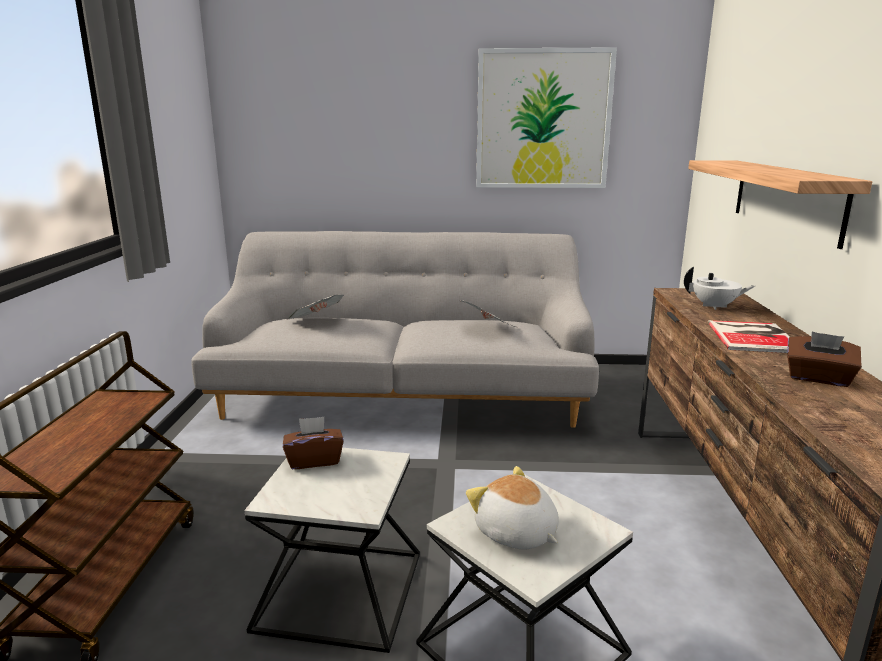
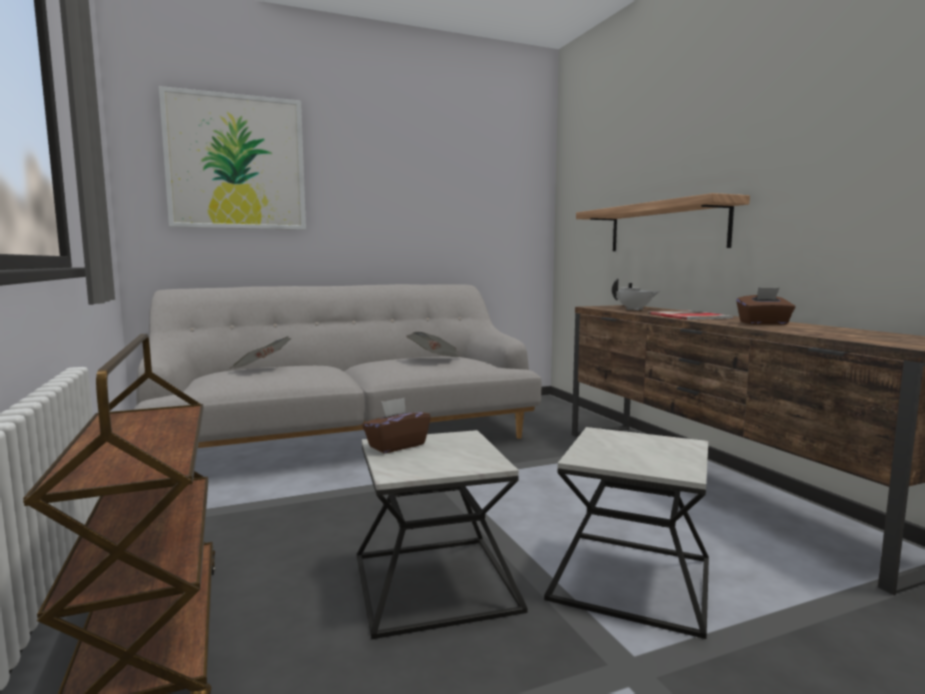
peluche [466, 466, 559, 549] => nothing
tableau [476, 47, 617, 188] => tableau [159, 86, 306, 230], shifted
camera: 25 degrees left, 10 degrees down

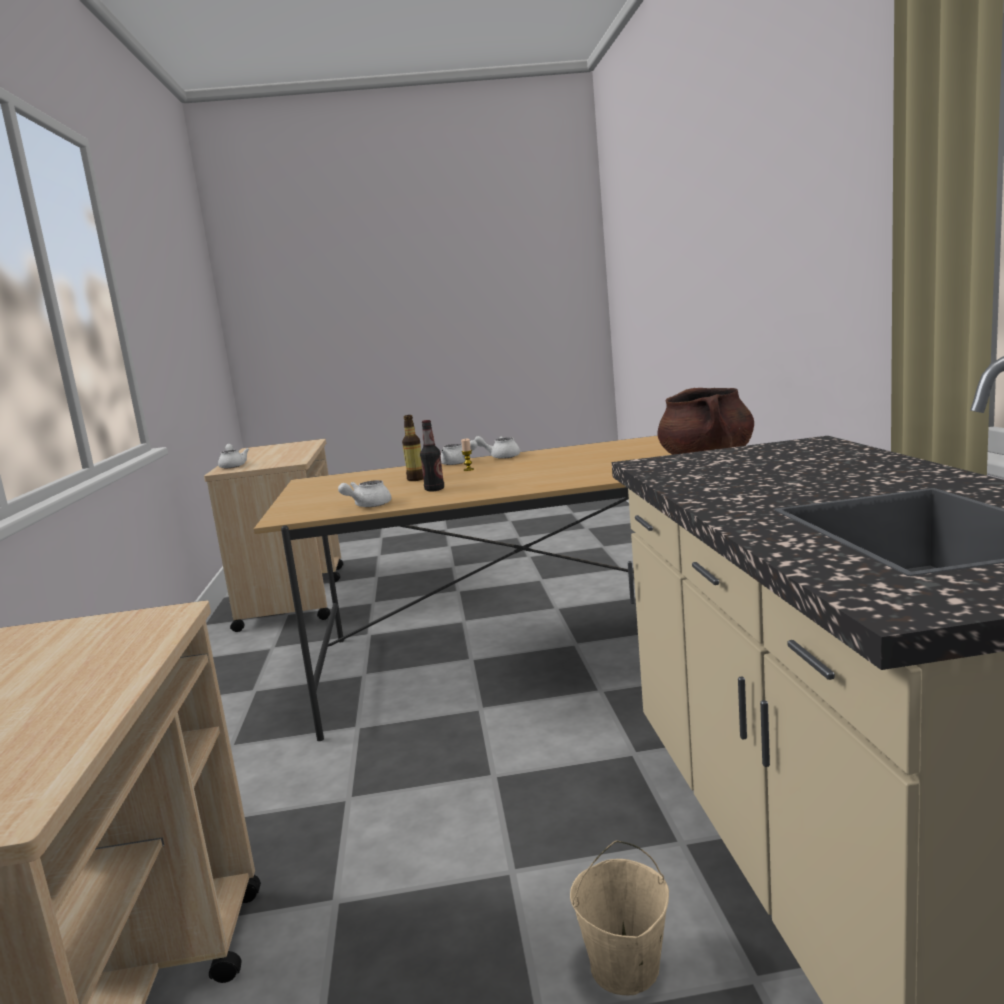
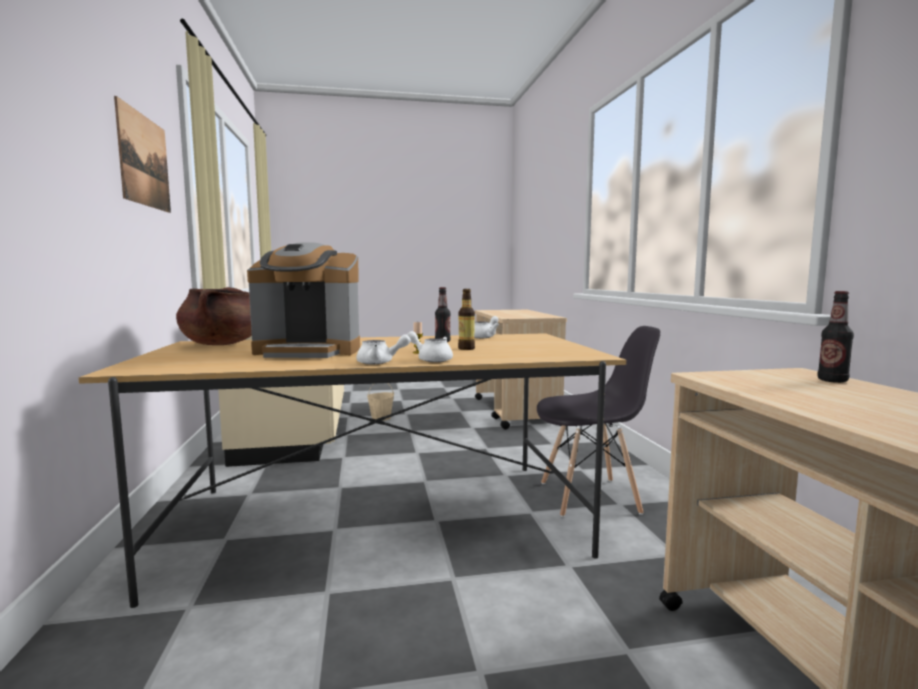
nothing => tableau [114, 96, 171, 213]
nothing => machine à café [247, 242, 360, 358]
nothing => chaise (gris) [537, 326, 661, 517]
théière (blanc) [218, 444, 249, 468] => bouteille [818, 291, 854, 383]
camera: 175 degrees right, 5 degrees down

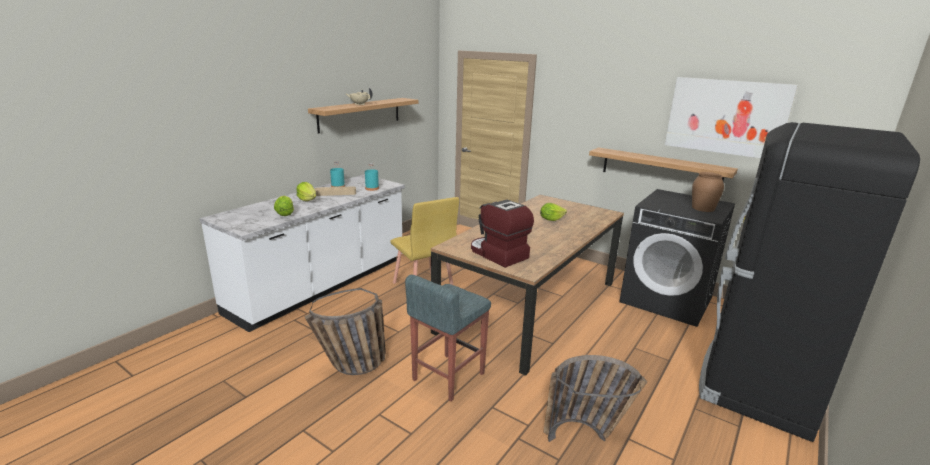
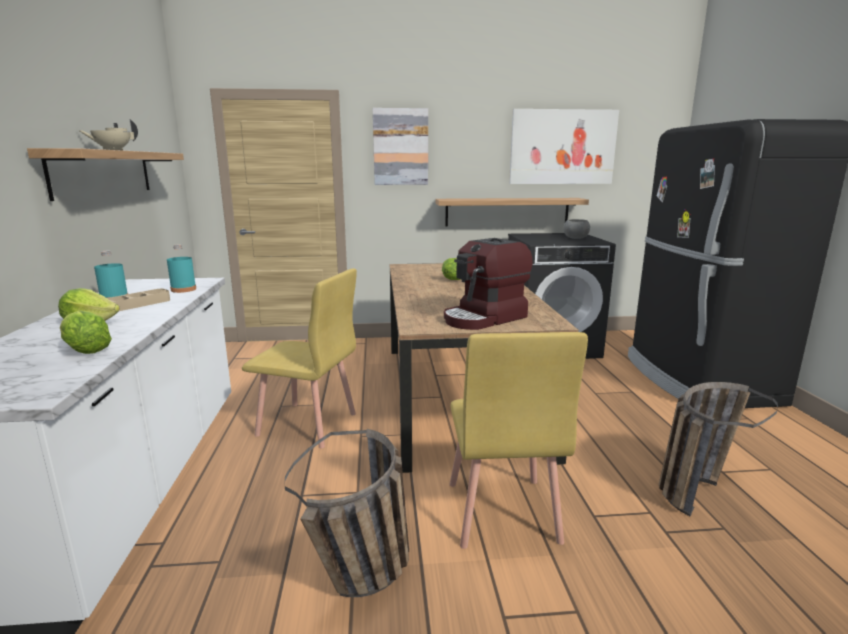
nothing => tableau [373, 108, 428, 185]
tabouret (gris) [405, 275, 491, 402] => chaise (jaune) [449, 332, 588, 549]
vase (marron) [692, 172, 724, 212] => bol (gris) [563, 219, 590, 239]
machine à café [471, 200, 534, 268] => machine à café [444, 238, 533, 330], 45 degrees counterclockwise
camera: 40 degrees left, 5 degrees down

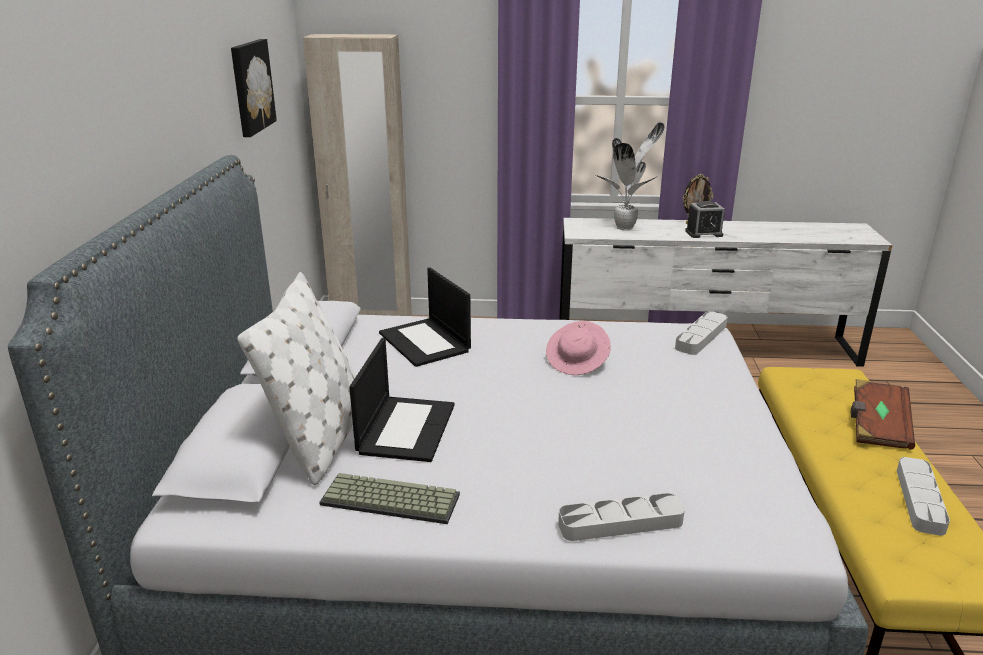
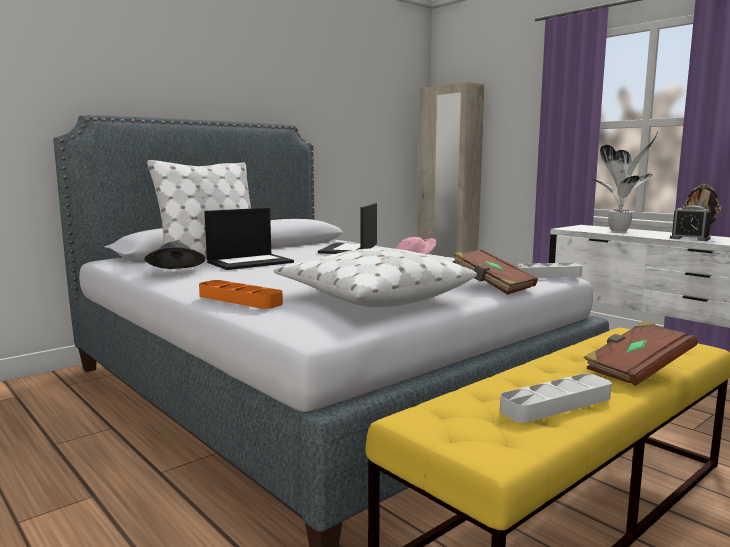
tableau [231, 39, 277, 137] => nothing
nothing => coussin (blanc) [274, 248, 477, 307]
nothing => livre (marron) [453, 249, 538, 295]
clavier [319, 473, 460, 524] => chapeau (gris) [144, 241, 205, 269]
plateau (gris) [558, 493, 685, 541] => plateau (orange) [199, 280, 283, 309]
camera: 45 degrees right, 15 degrees down

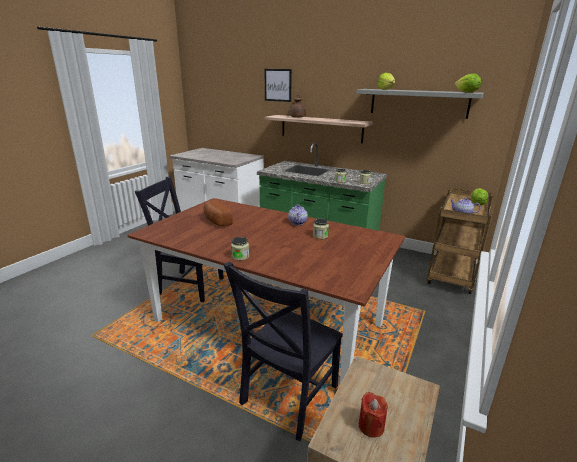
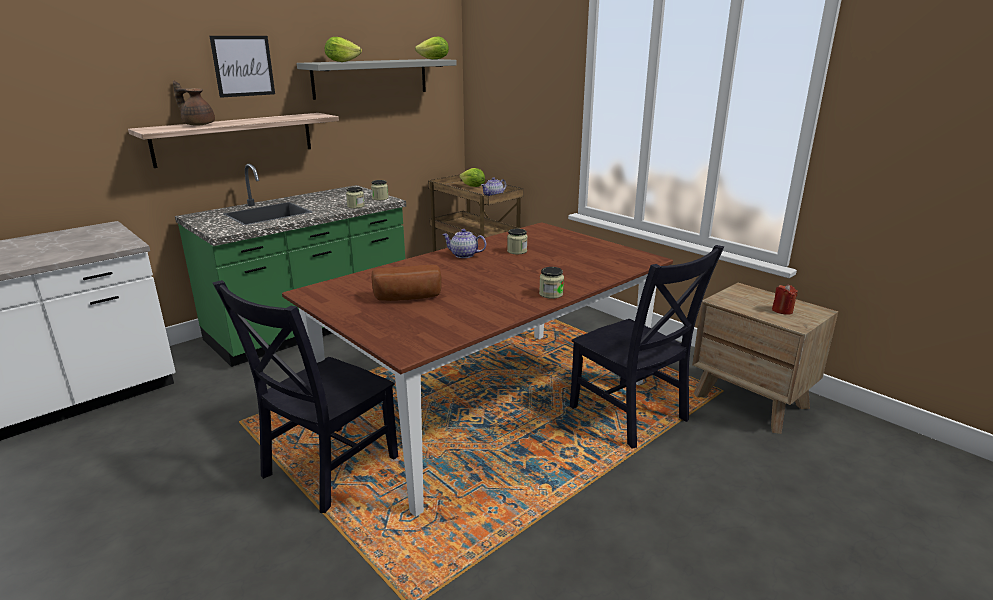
tableau [265, 69, 292, 102] => tableau [210, 36, 275, 98], shifted
camera: 70 degrees left, 0 degrees up

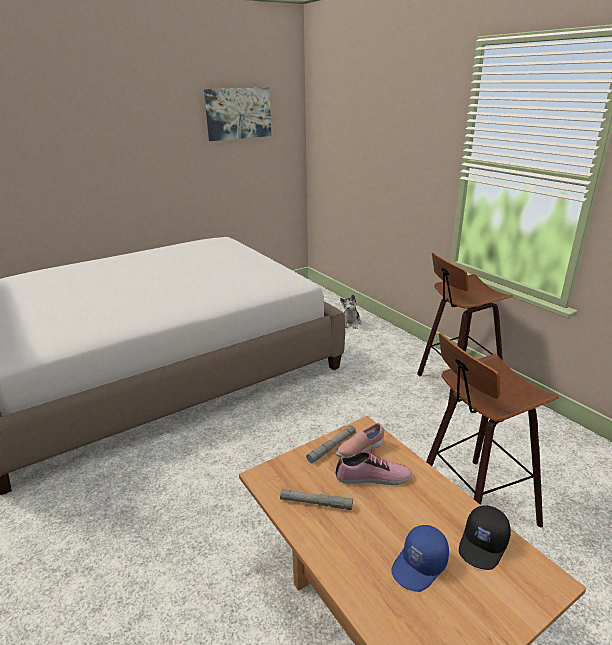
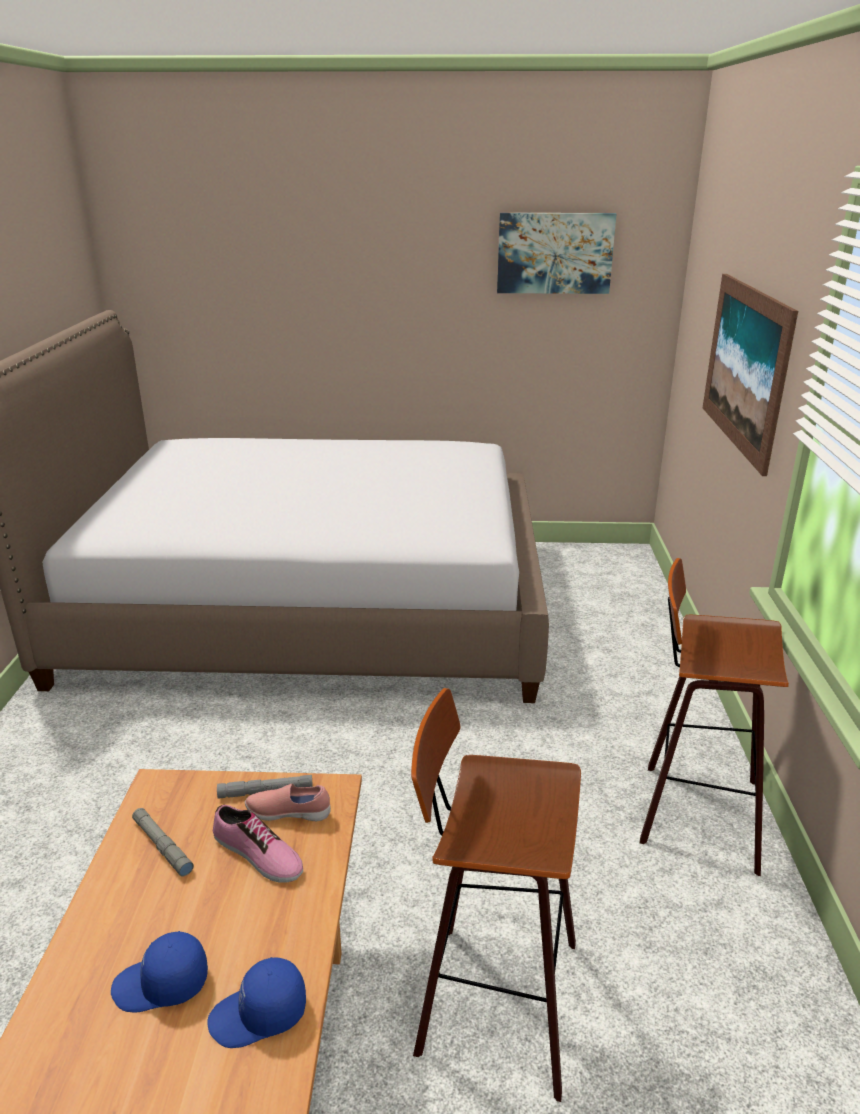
peluche [340, 294, 361, 329] => nothing
nothing => tableau [703, 274, 798, 476]
casquette (noir) [459, 505, 511, 570] => casquette (bleu) [208, 957, 306, 1048]
camera: 35 degrees right, 0 degrees up

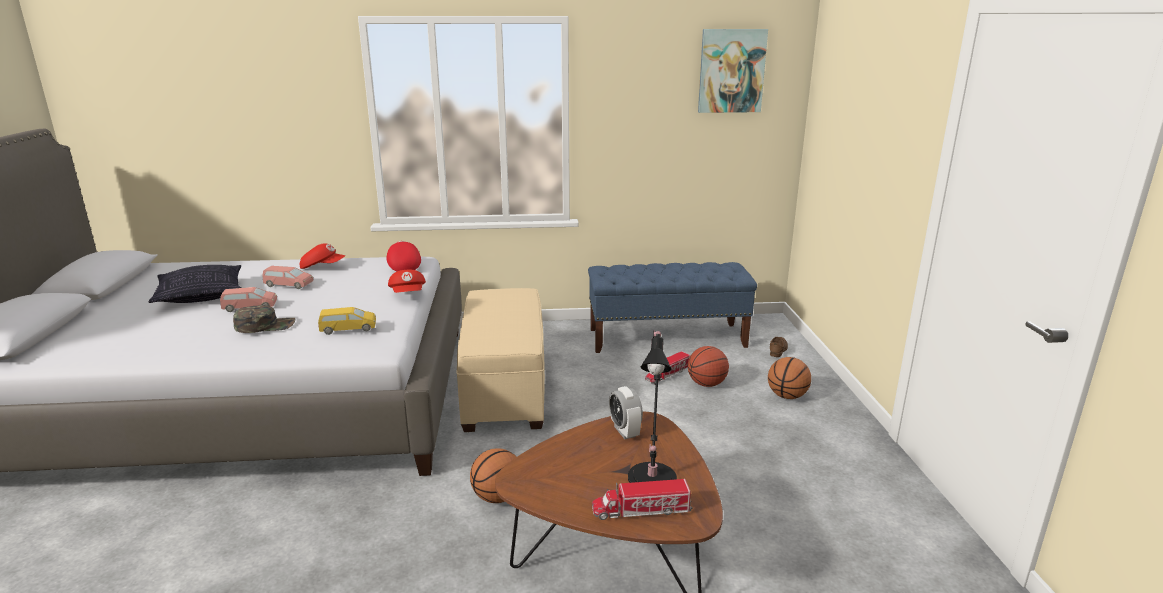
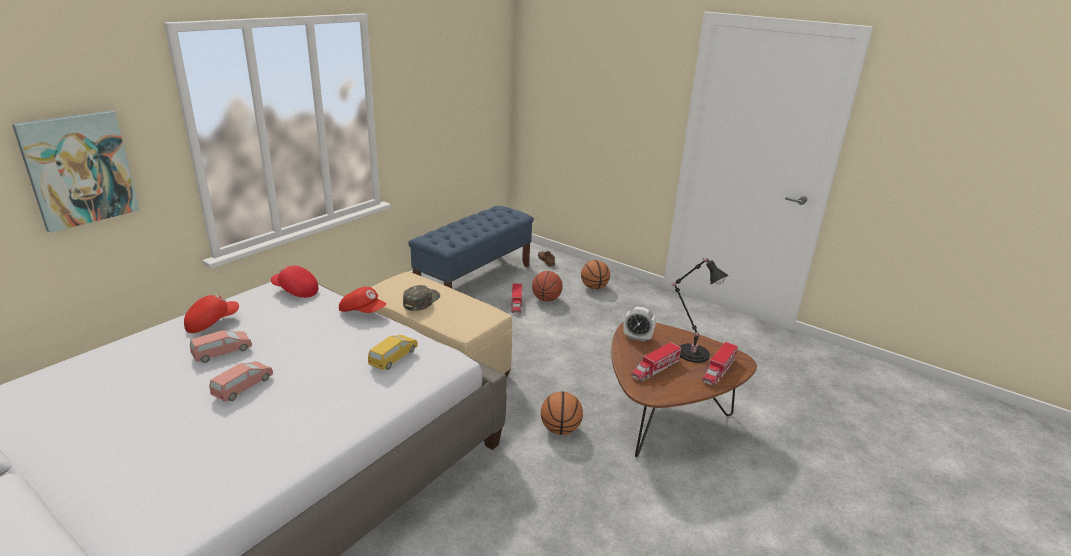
coussin [149, 265, 241, 303] => nothing
nothing => camion jouet [631, 342, 681, 382]
casquette (vert) [233, 305, 295, 333] => casquette (vert) [403, 285, 440, 311], shifted
tableau [698, 29, 768, 113] => tableau [12, 110, 140, 233], shifted
camera: 50 degrees left, 5 degrees up

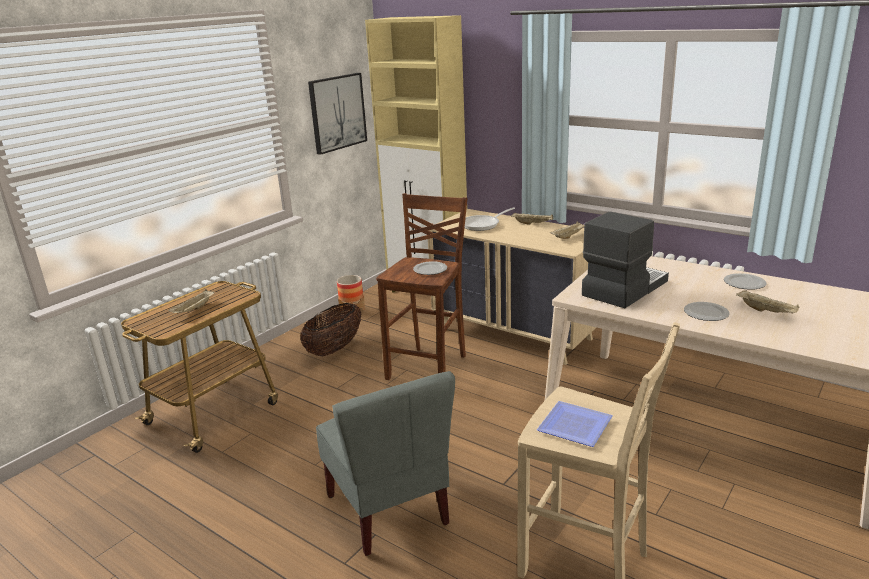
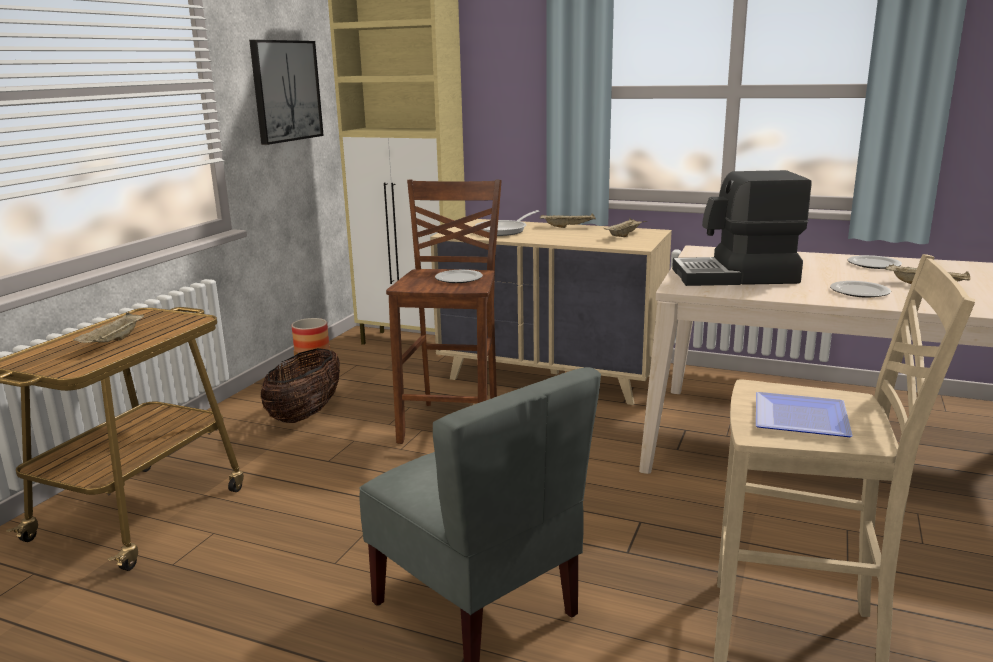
machine à café [582, 212, 669, 308] => machine à café [672, 170, 811, 286], 120 degrees counterclockwise
camera: 15 degrees left, 5 degrees down

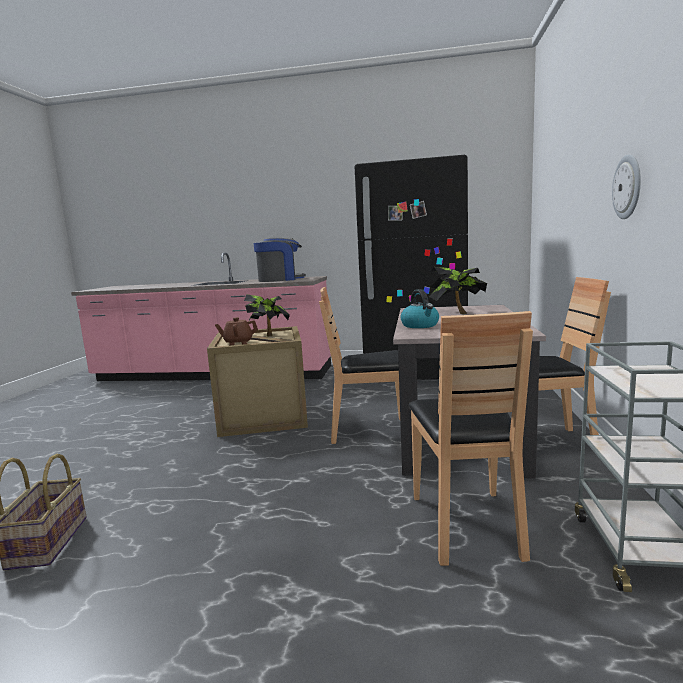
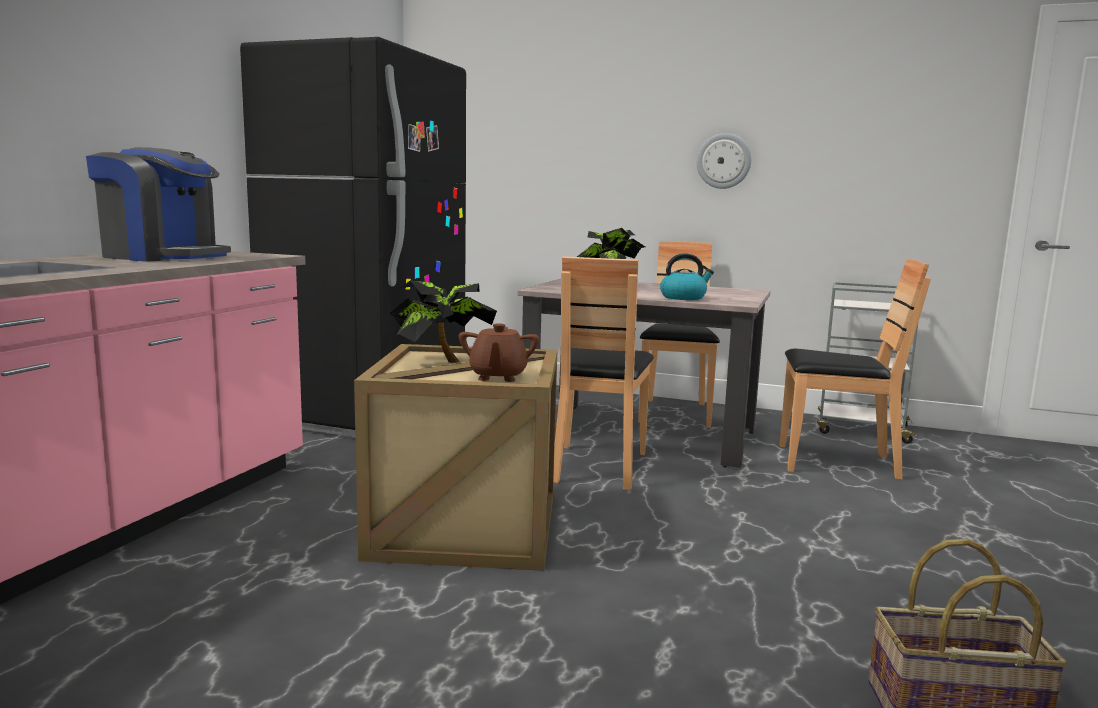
machine à café [254, 238, 306, 282] => machine à café [86, 147, 231, 262], 120 degrees clockwise
camera: 80 degrees left, 0 degrees up

